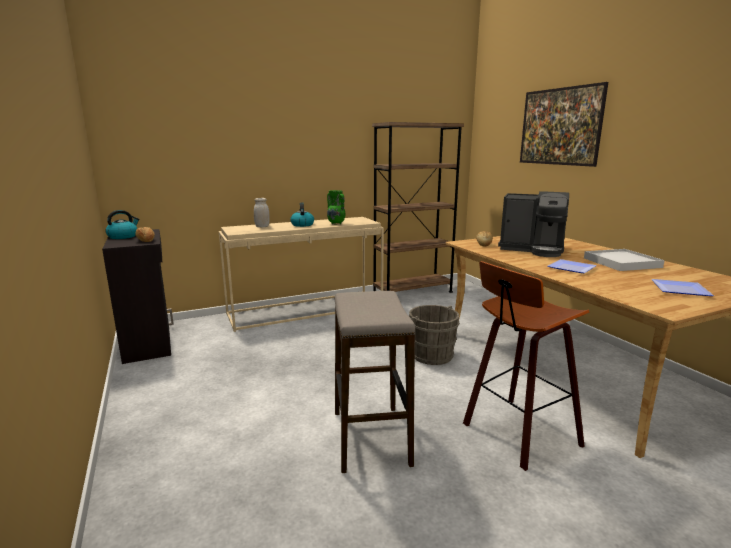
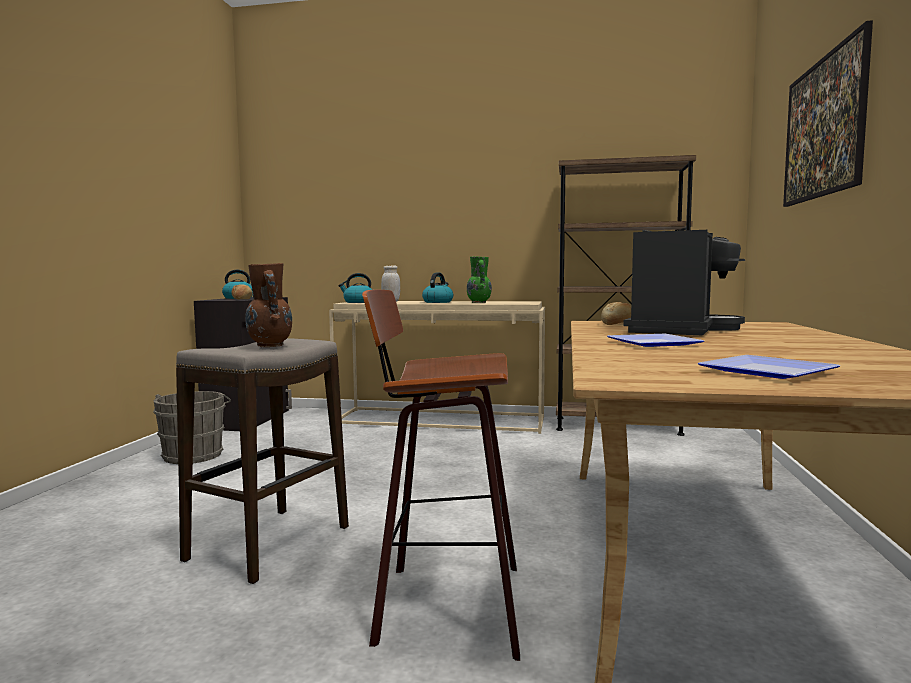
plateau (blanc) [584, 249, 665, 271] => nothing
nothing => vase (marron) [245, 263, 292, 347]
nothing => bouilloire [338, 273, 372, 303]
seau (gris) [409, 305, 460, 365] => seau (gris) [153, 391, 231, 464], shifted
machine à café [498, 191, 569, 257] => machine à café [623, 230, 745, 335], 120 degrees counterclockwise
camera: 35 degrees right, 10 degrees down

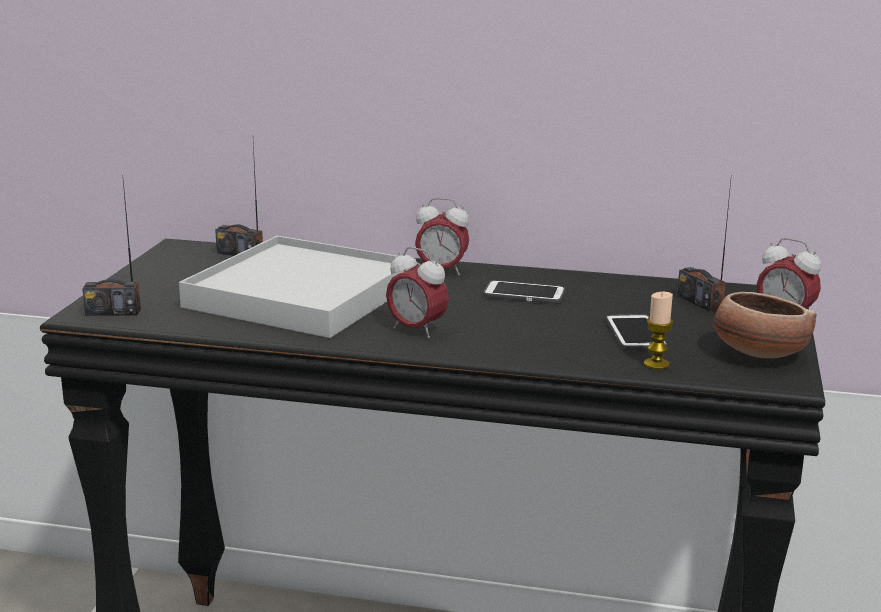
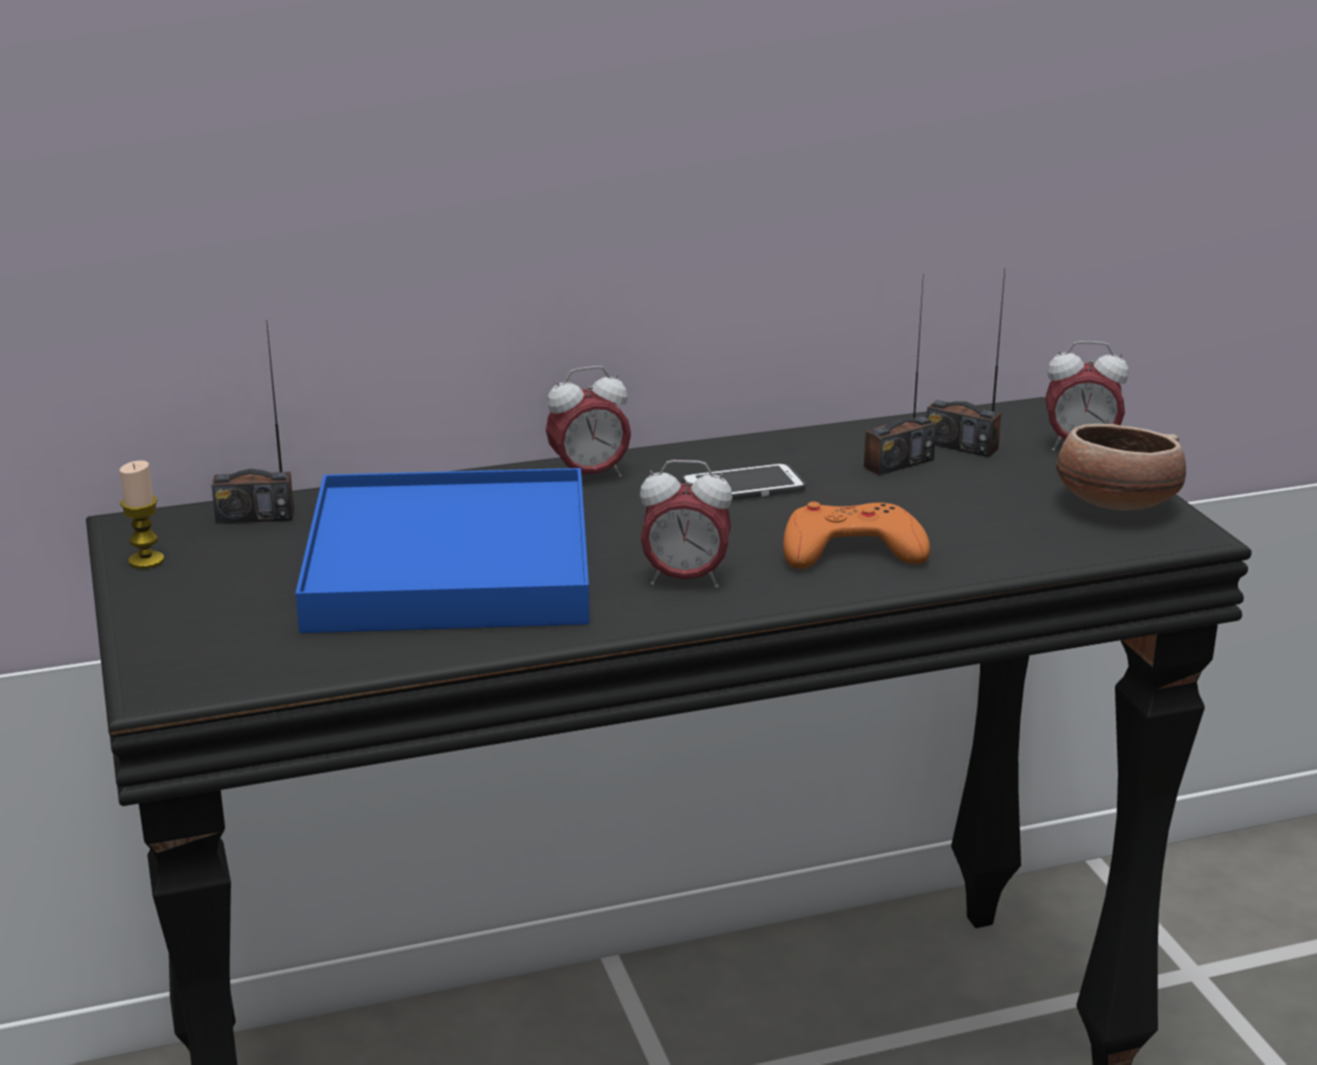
téléphone [606, 314, 667, 350] => nothing
nothing => manette (orange) [783, 502, 930, 569]
radio [82, 181, 141, 316] => radio [864, 274, 936, 475], shifted
bougie [644, 292, 673, 370] => bougie [120, 460, 165, 569], shifted
plateau (blanc) [179, 236, 416, 338] => plateau (bleu) [296, 468, 589, 633]
camera: 30 degrees left, 5 degrees up

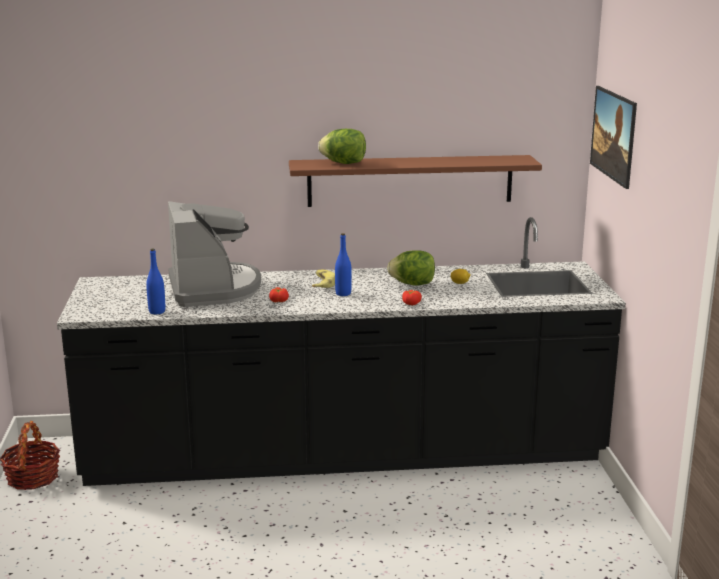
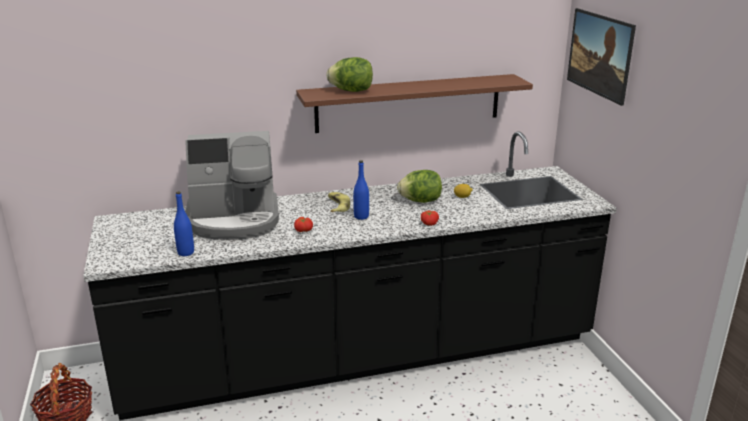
machine à café [168, 201, 261, 307] => machine à café [185, 131, 279, 240], 105 degrees clockwise
camera: 10 degrees left, 5 degrees up

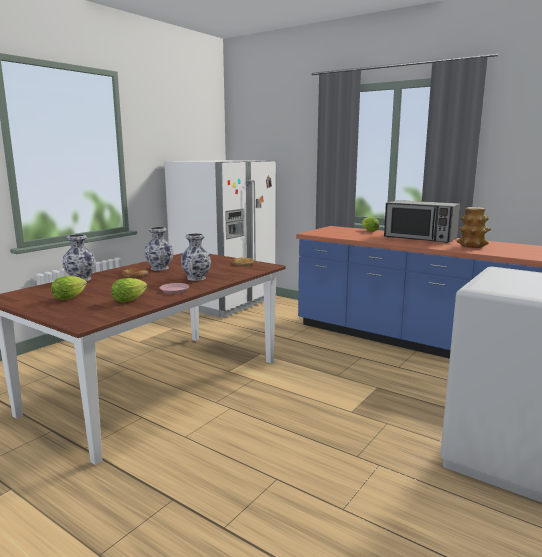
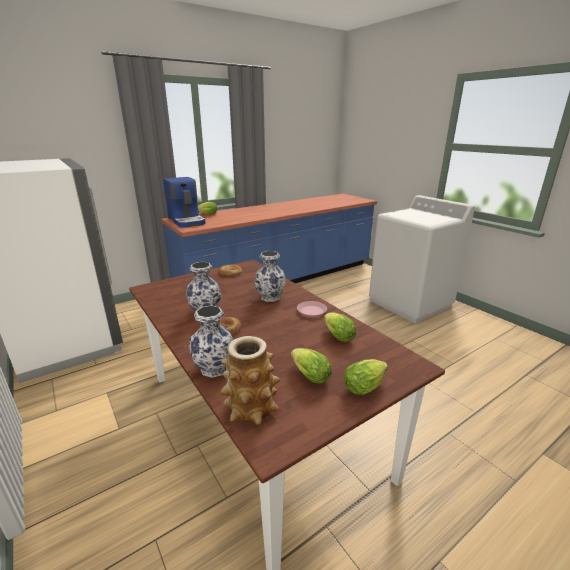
micro-ondes [384, 200, 460, 243] => nothing
nothing => machine à café [163, 177, 206, 228]
nothing => laitue [344, 359, 388, 395]
vase [456, 207, 491, 248] => vase [220, 336, 280, 425], shifted
camera: 70 degrees left, 10 degrees up

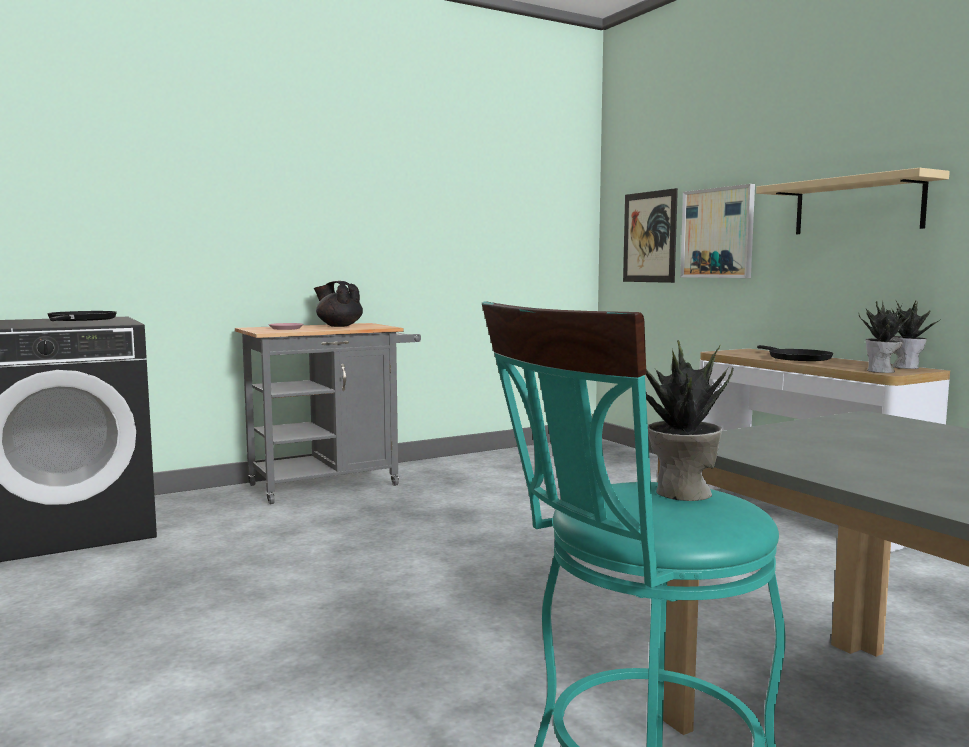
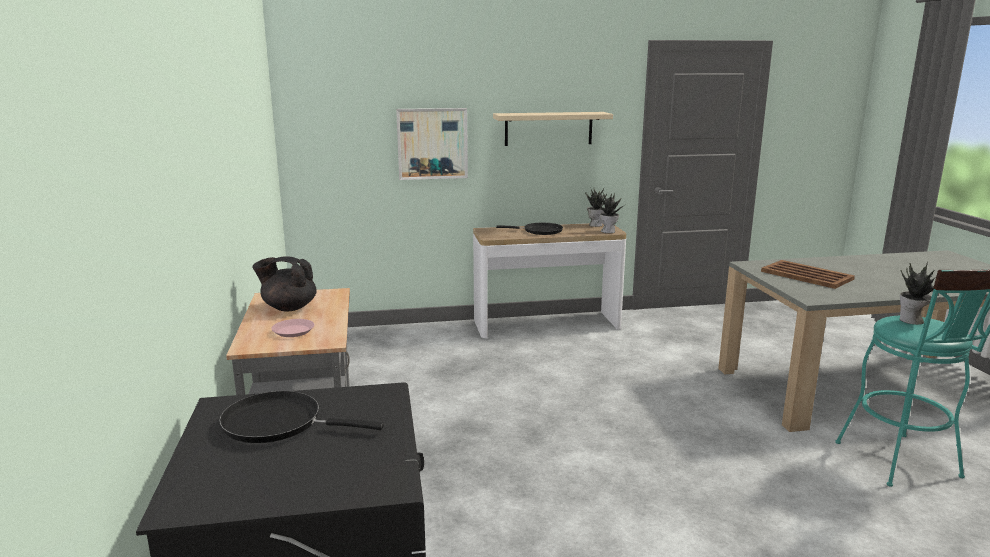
tableau [623, 188, 678, 283] => nothing
nothing => plateau (marron) [761, 260, 855, 289]
théière (noir) [314, 281, 363, 327] => théière (noir) [252, 256, 316, 312], 45 degrees clockwise
camera: 70 degrees left, 10 degrees up

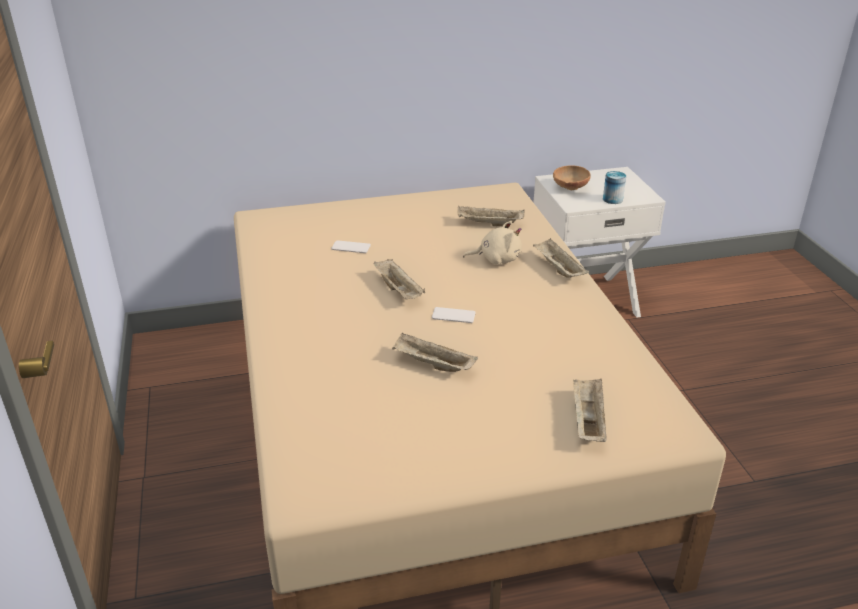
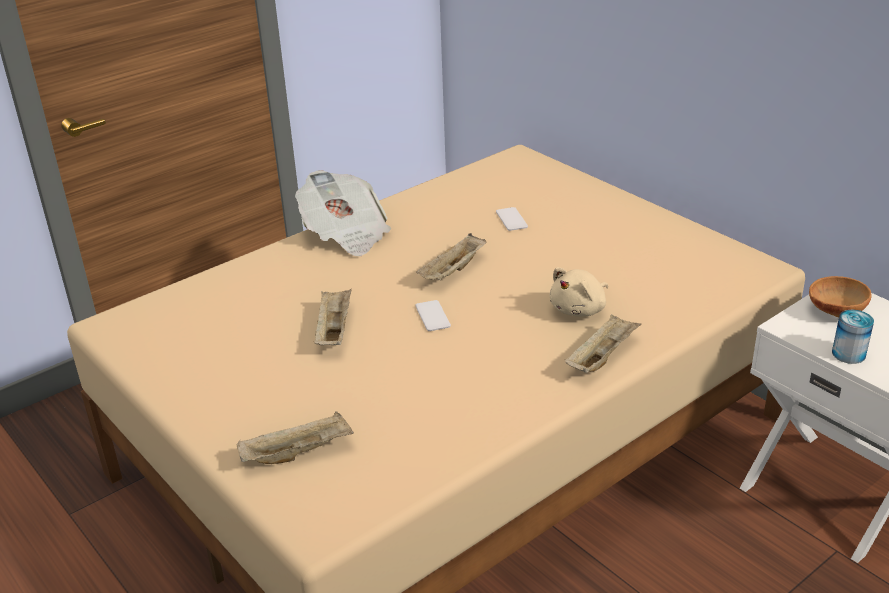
plateau (beige) [457, 206, 524, 226] => nothing
nothing => journal [295, 170, 391, 256]
peluche (beige) [463, 221, 522, 265] => peluche (beige) [550, 267, 608, 317], 75 degrees clockwise
camera: 65 degrees right, 0 degrees up

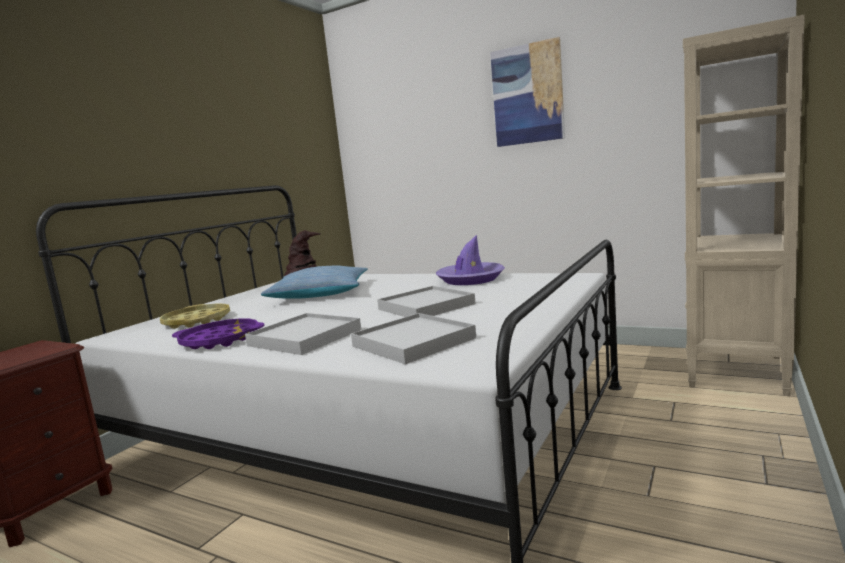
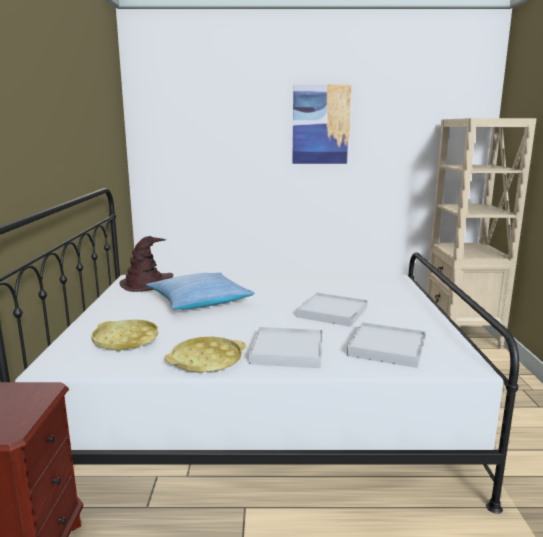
chapeau (violet) [436, 235, 505, 285] => nothing
plateau (violet) [172, 318, 264, 349] => plateau (jaune) [164, 337, 246, 373]
camera: 30 degrees left, 5 degrees up

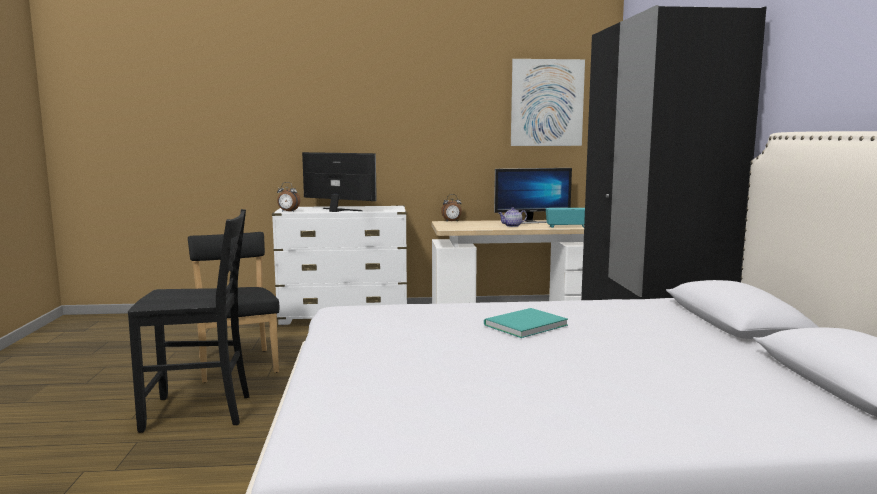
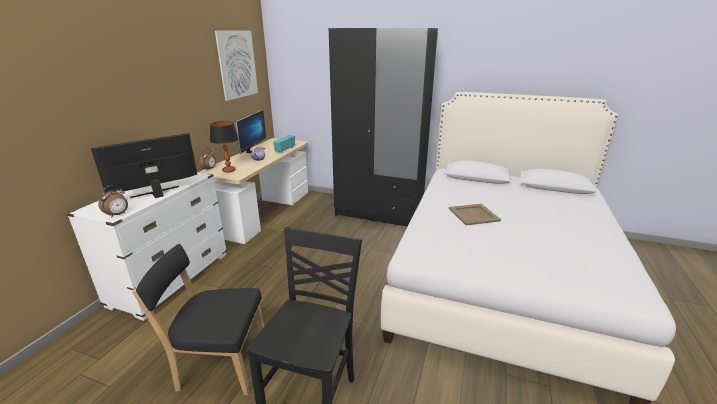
nothing => lampe de table [210, 121, 238, 173]
livre (turquoise) [484, 308, 568, 338] => plateau (beige) [449, 204, 501, 225]
camera: 65 degrees left, 15 degrees up

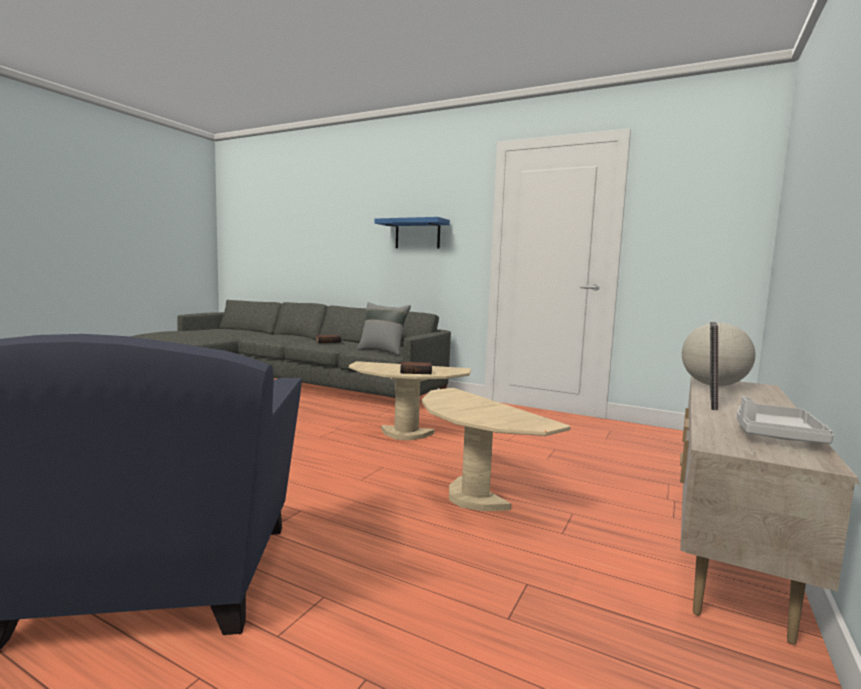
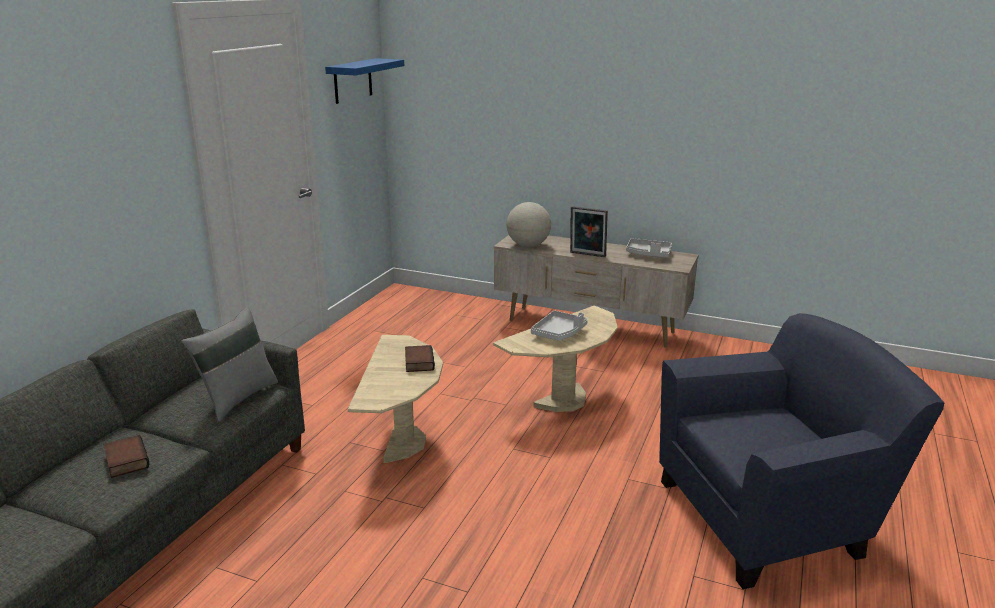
nothing => plateau (gris) [531, 310, 588, 340]
étagère (bleu) [375, 217, 450, 248] => étagère (bleu) [325, 58, 404, 104], shifted
camera: 95 degrees left, 15 degrees up

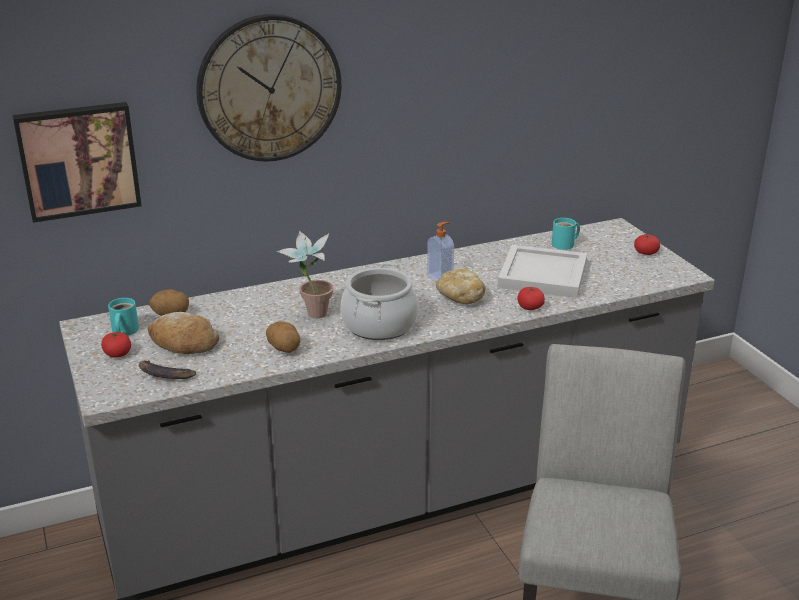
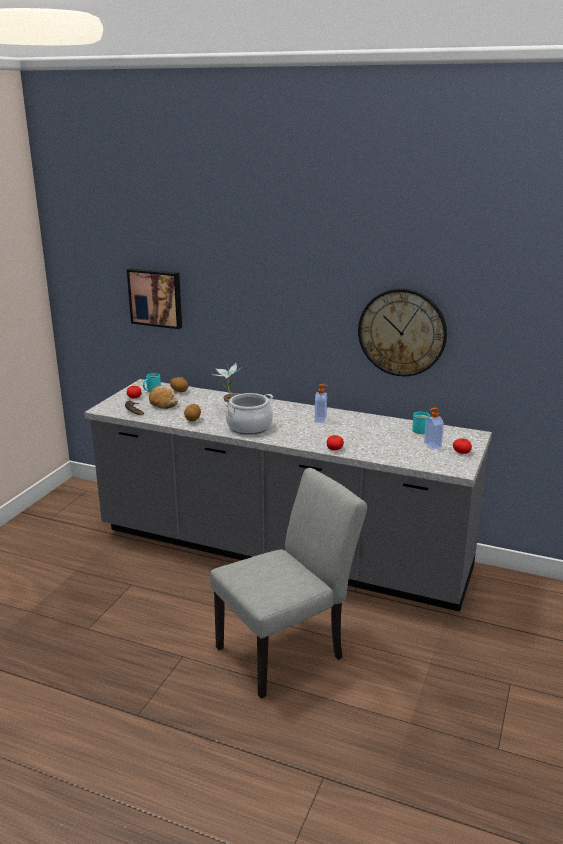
pain [436, 269, 486, 304] => nothing
plateau (blanc) [498, 245, 587, 298] => nothing
nothing => distributeur de savon [424, 408, 444, 450]
horloge murale [196, 14, 341, 162] => horloge murale [358, 288, 447, 376], shifted
camera: 45 degrees right, 5 degrees down

